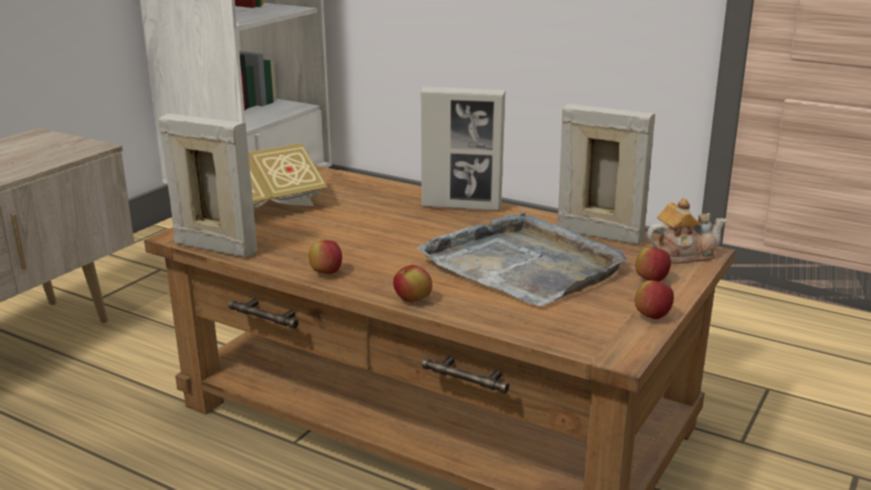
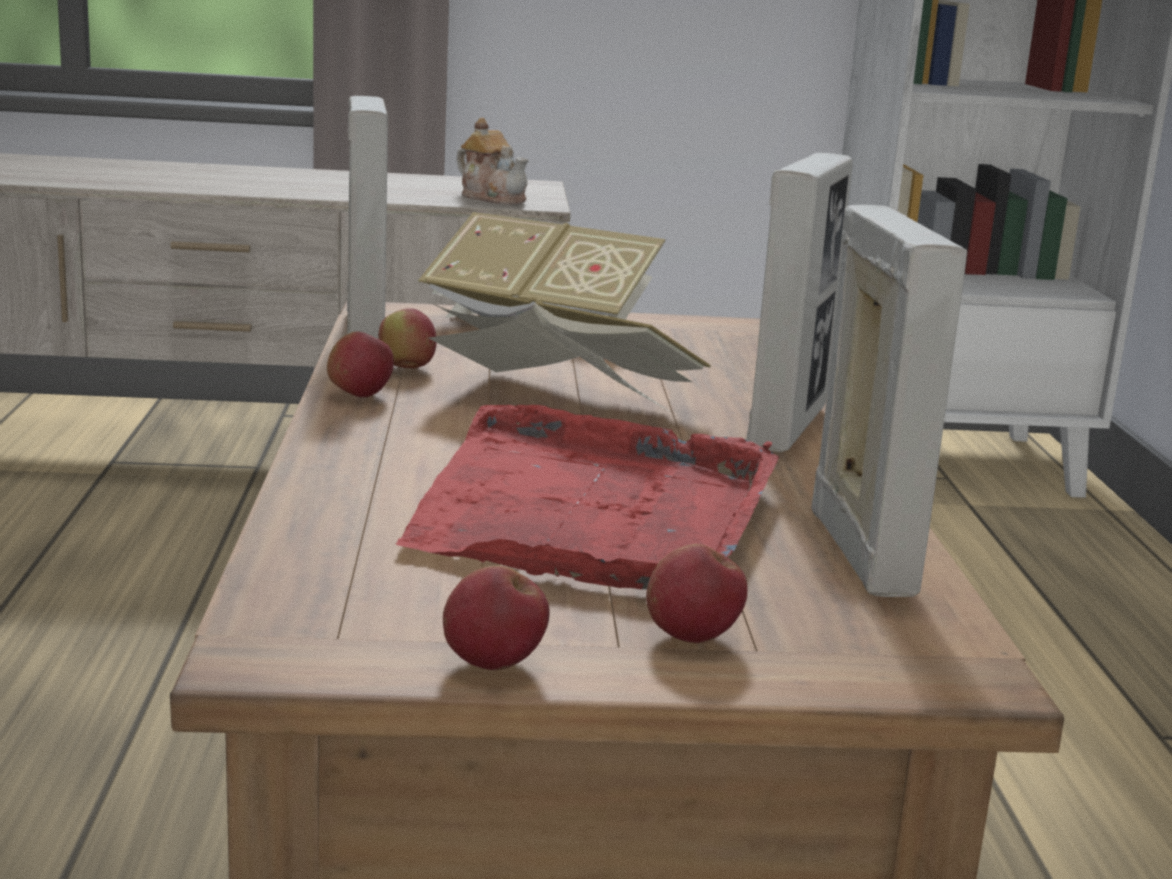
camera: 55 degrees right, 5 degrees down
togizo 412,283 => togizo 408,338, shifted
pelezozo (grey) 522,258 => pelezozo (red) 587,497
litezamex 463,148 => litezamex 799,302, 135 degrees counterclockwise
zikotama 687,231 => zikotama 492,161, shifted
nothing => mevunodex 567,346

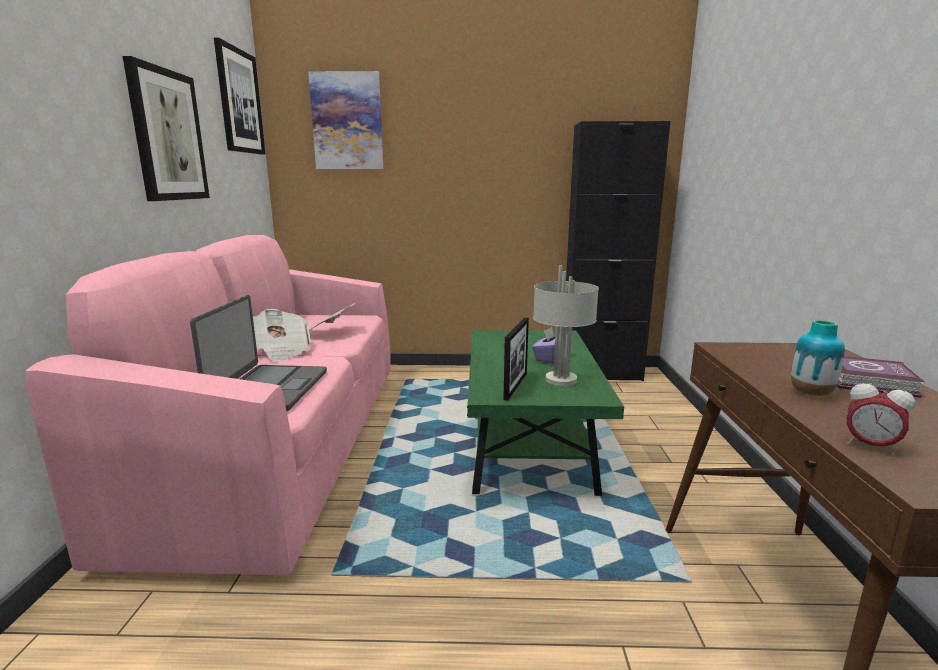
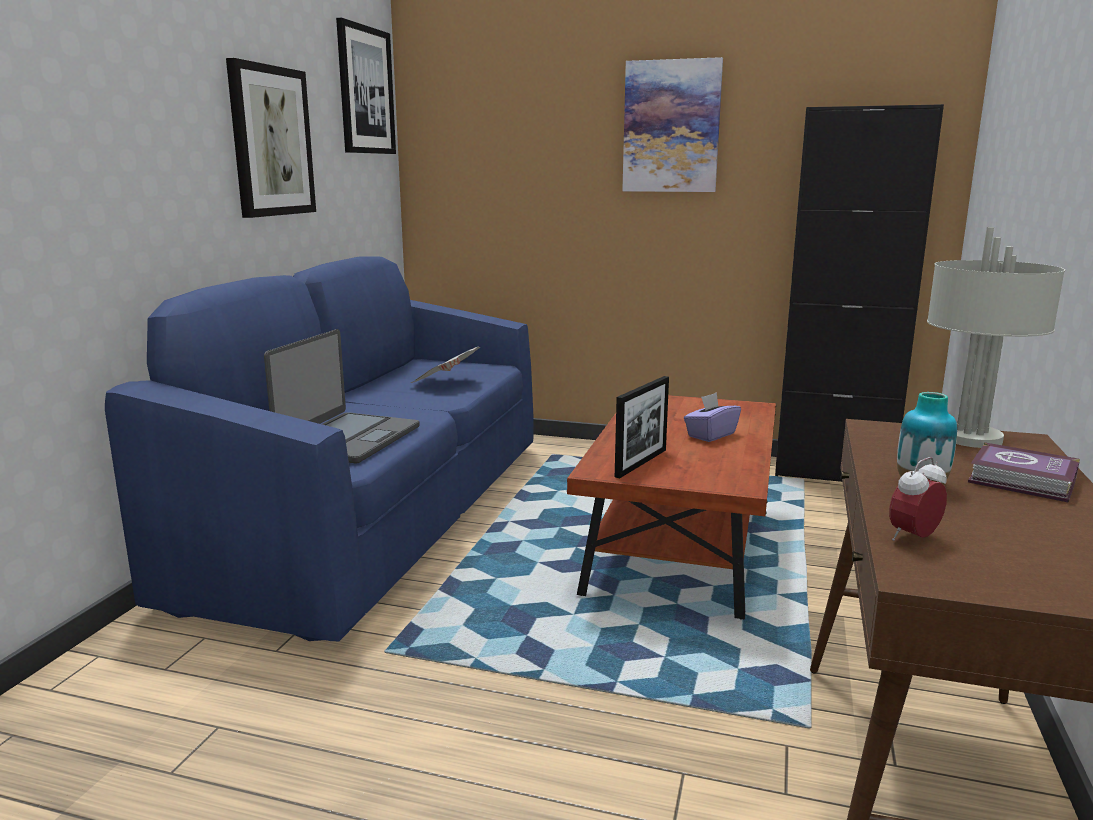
camera: 15 degrees right, 0 degrees up
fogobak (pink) 208,405 => fogobak (blue) 319,448
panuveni 282,335 => nothing
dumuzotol 345,120 => dumuzotol 672,124, shifted
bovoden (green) 545,413 => bovoden (brown) 671,507
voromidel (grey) 566,326 => voromidel (grey) 996,337, shifted
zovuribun 881,416 => zovuribun 918,499, 90 degrees clockwise

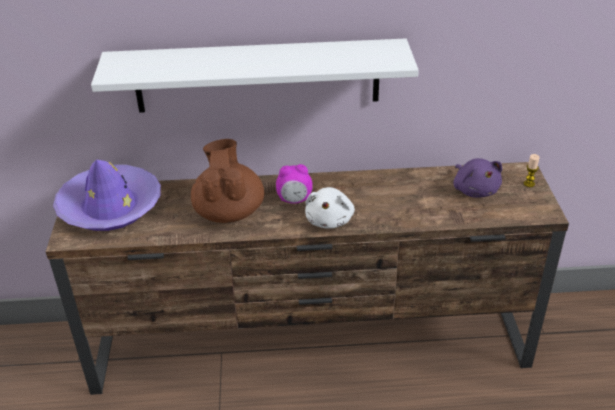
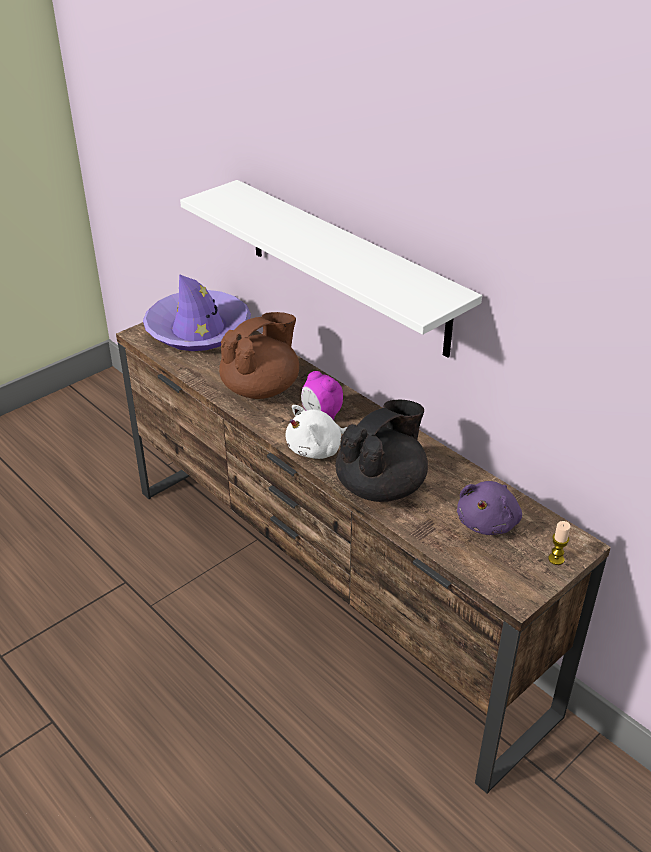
camera: 50 degrees right, 0 degrees up
nothing => zikotama (black) 381,451

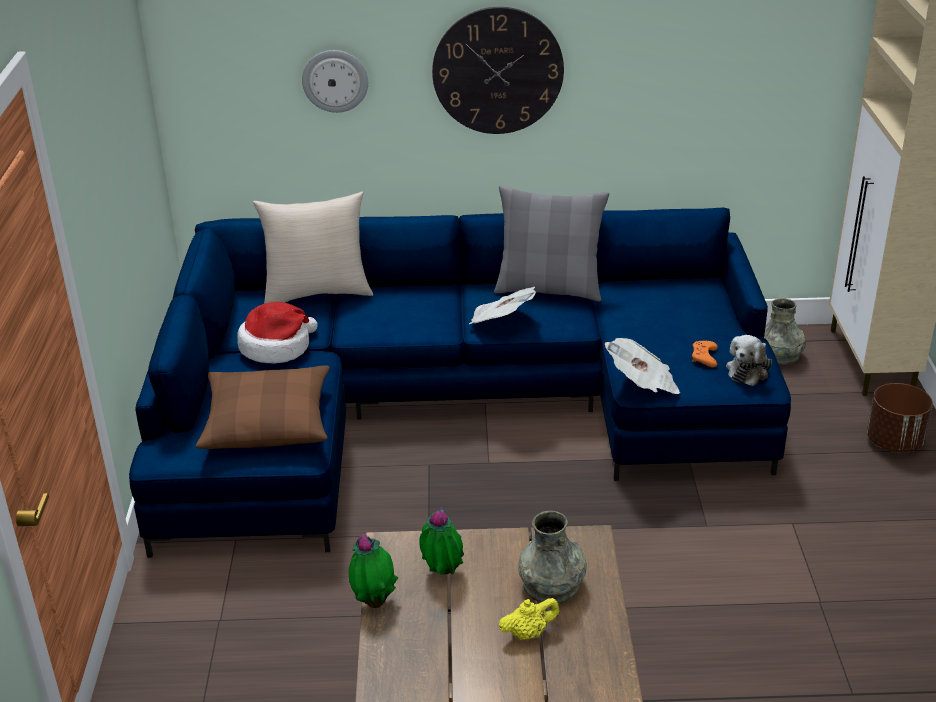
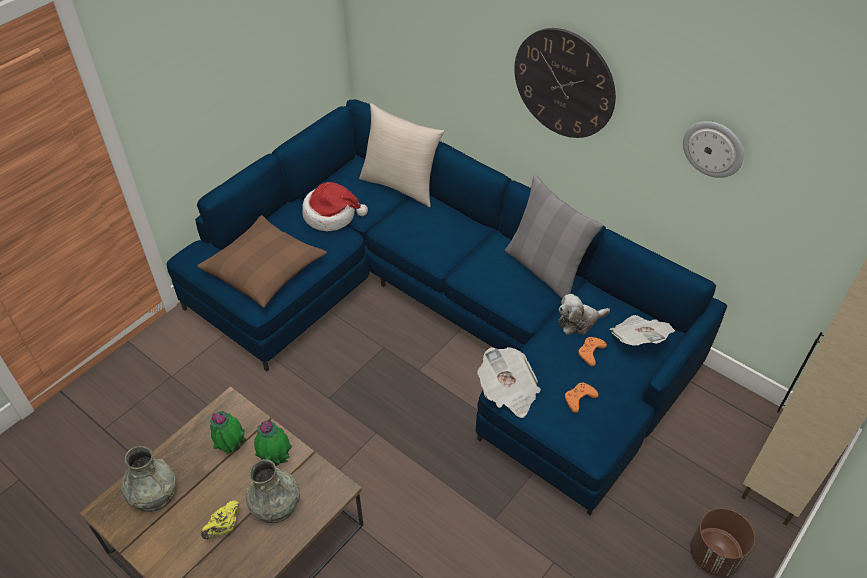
camera: 40 degrees right, 15 degrees up
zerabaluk 335,81 => zerabaluk 713,149, shifted
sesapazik 373,571 => sesapazik 273,443, shifted
panuveni 502,305 => panuveni 642,330, shifted
zikotama (yellow) 529,619 => zikotama (yellow) 220,519, 105 degrees clockwise
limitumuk 749,360 => limitumuk 584,314, shifted
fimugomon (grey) 785,331 => fimugomon (grey) 148,479, shifted
nothing => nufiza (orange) 592,351

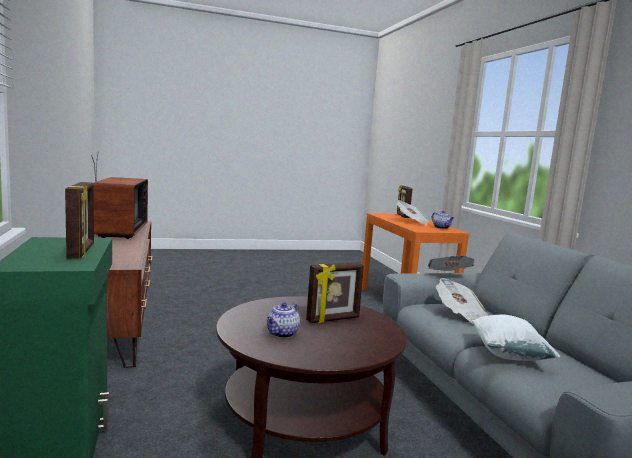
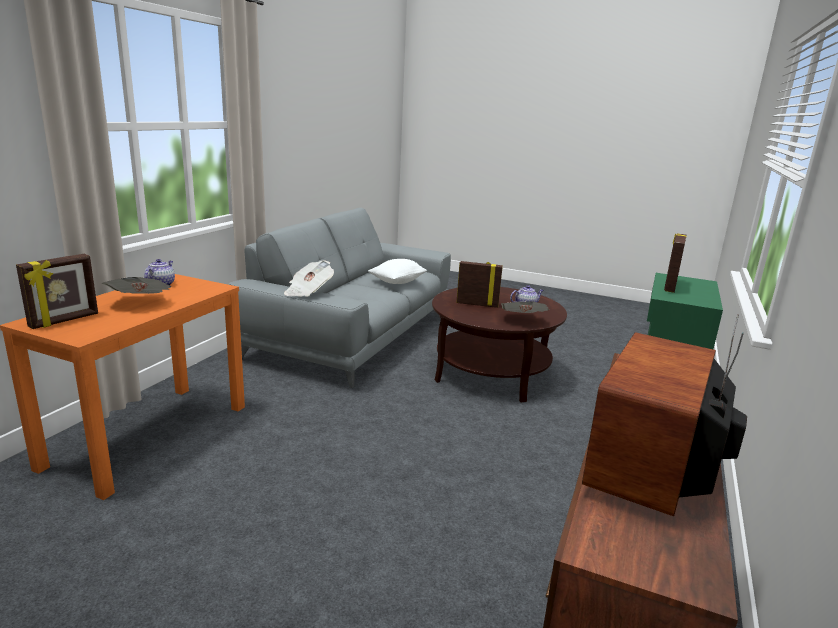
camera: 140 degrees left, 10 degrees up
panuveni 462,300 => panuveni 525,307, shifted

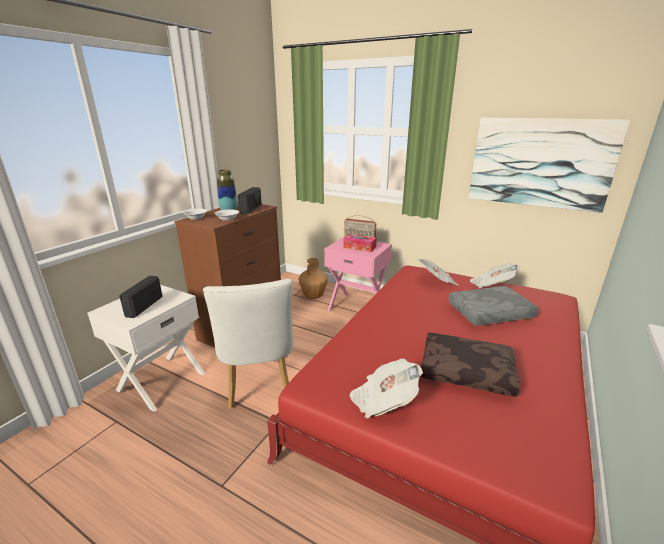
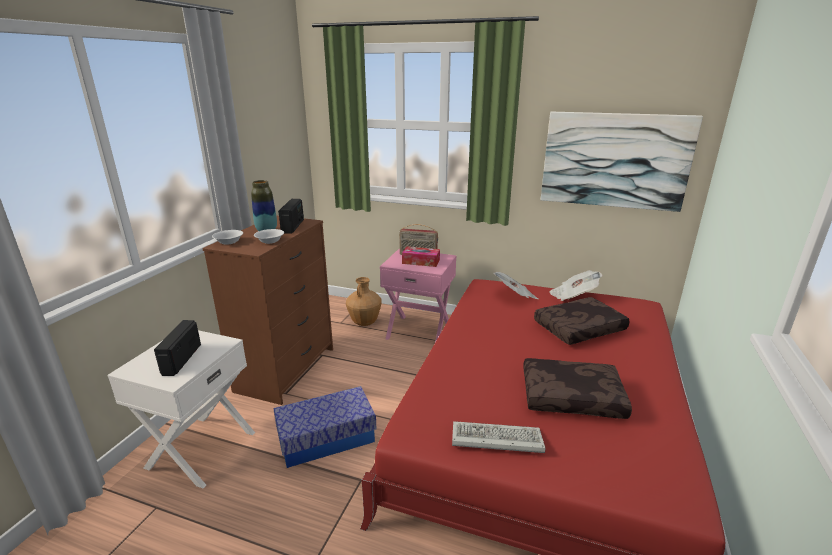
camera: 10 degrees left, 0 degrees up
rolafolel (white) 248,344 => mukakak 325,427
panuveni 386,388 => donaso 498,437
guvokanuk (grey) 493,306 => guvokanuk (brown) 581,321

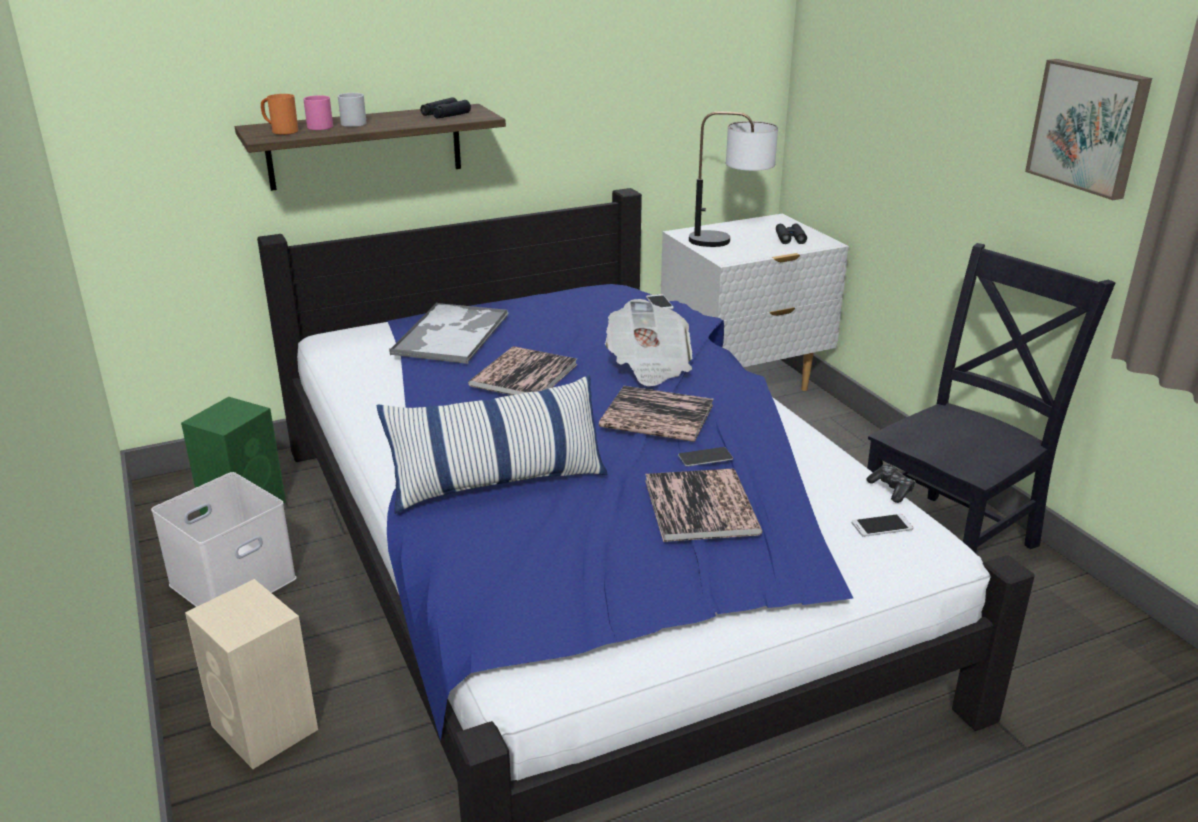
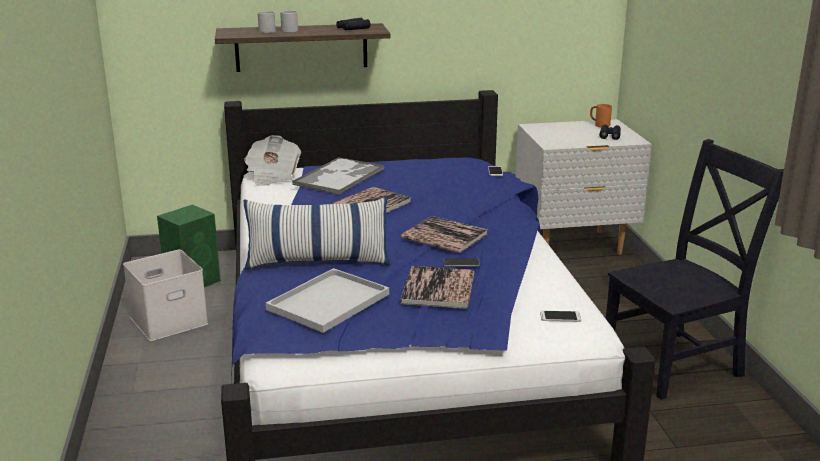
camera: 15 degrees right, 5 degrees down
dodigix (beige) 251,674 => nothing
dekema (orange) 279,114 => dekema (orange) 601,115, shifted
dekema (pink) 318,112 => dekema (white) 267,22
panuveni 648,343 => panuveni 272,160, shifted
voromidel 733,179 => nothing
nufiza 890,484 => nothing
dumuzotol 1088,129 => nothing
nothing => pelezozo (white) 327,300

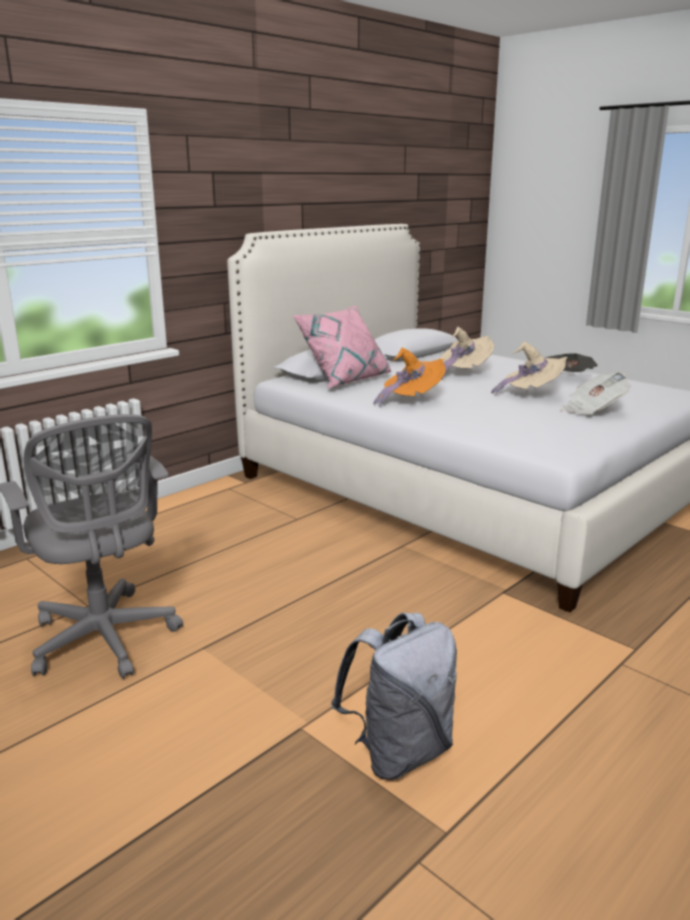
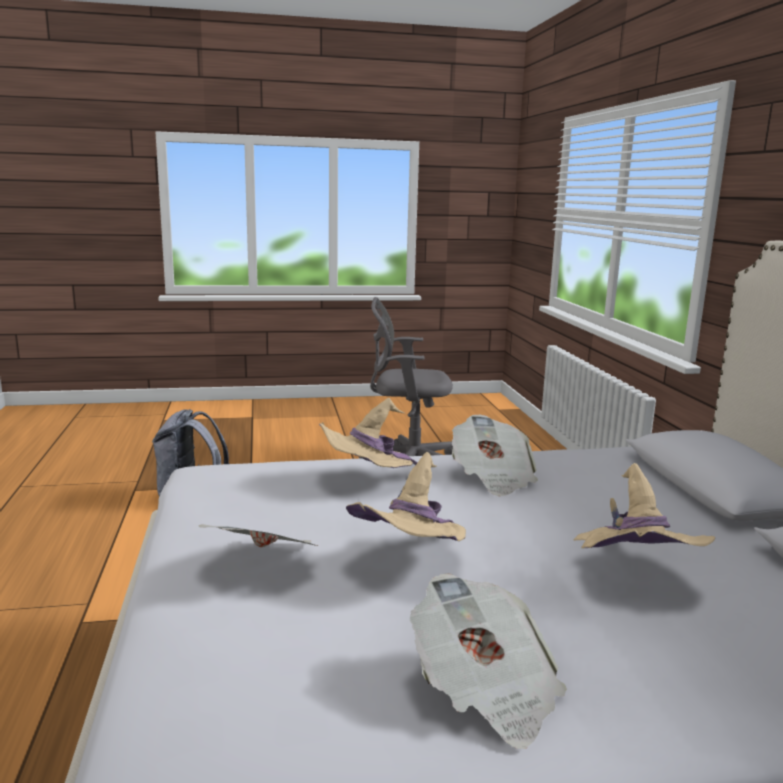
camera: 125 degrees right, 5 degrees down
guvokanuk (pink) 342,346 => nothing
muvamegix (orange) 409,377 => panuveni 495,455
nothing => muvamegix (beige) 368,433

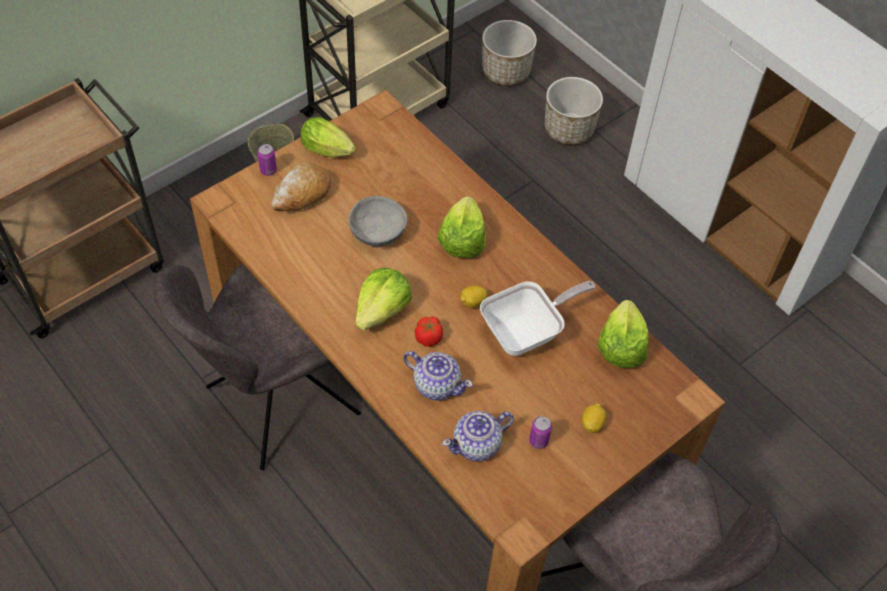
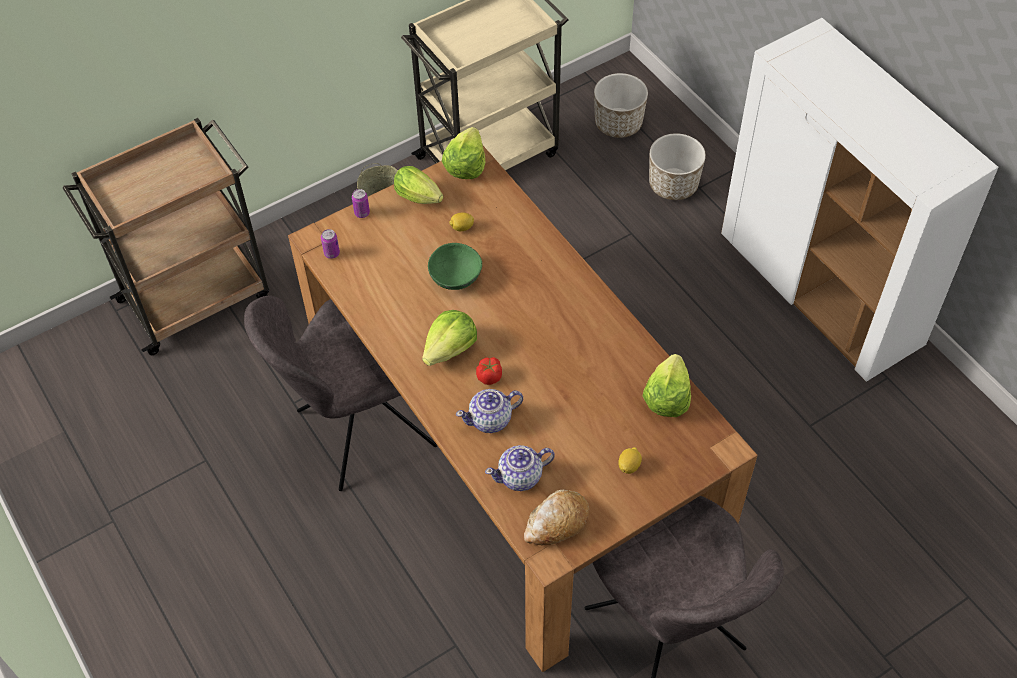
camera: 10 degrees right, 0 degrees up
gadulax 301,187 => gadulax 556,517, shifted
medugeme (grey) 378,221 => medugeme (green) 455,266
zikotama 438,376 => zikotama 489,411, 120 degrees clockwise
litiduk 461,227 => litiduk 463,153, shifted
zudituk 474,296 => zudituk 461,221, shifted
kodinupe 538,318 => nothing
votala 540,432 => votala 330,244, shifted

